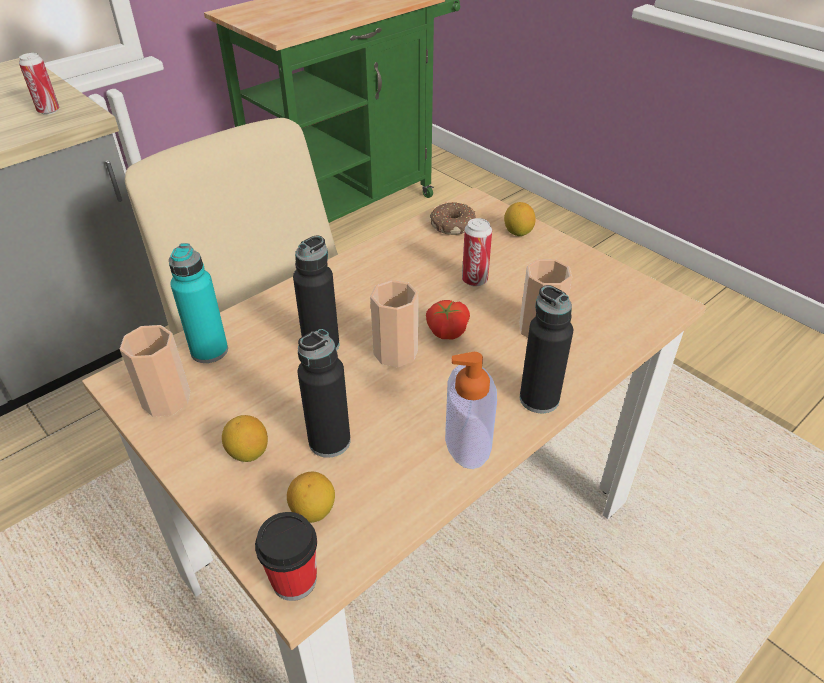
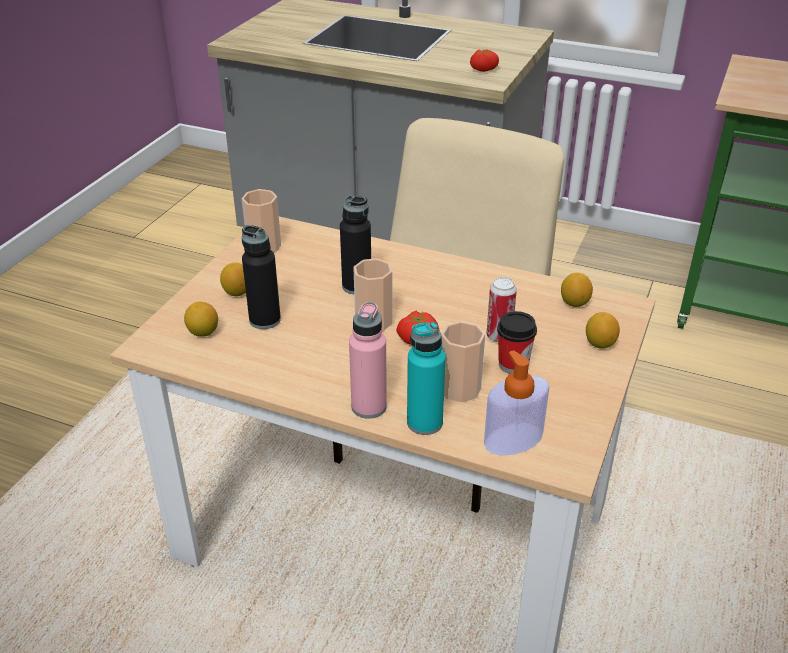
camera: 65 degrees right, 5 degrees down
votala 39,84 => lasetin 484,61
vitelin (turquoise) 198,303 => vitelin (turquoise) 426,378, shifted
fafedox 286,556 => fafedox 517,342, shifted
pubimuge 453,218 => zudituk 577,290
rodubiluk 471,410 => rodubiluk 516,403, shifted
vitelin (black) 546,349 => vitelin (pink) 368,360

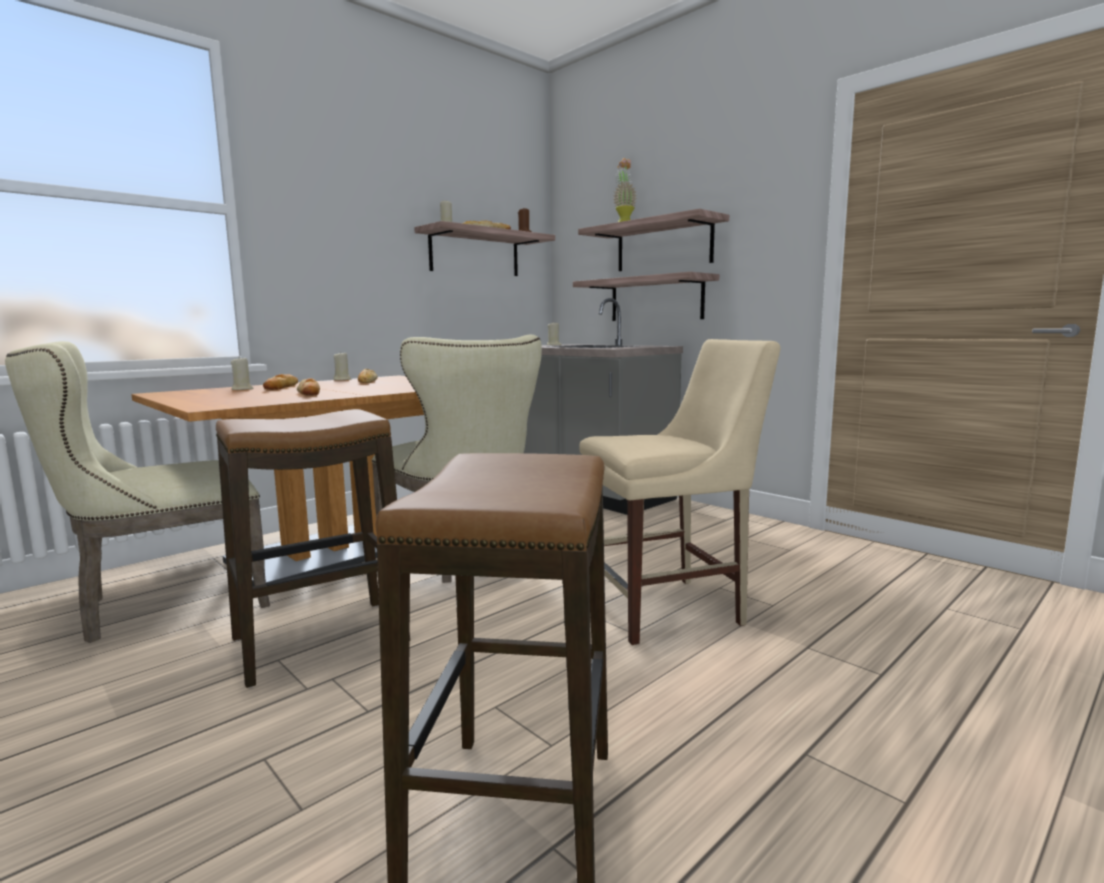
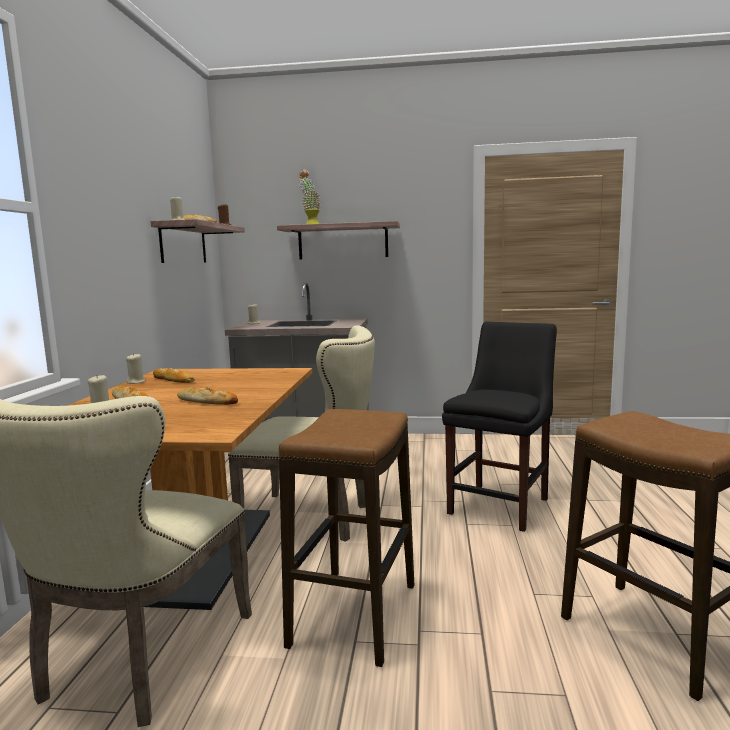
camera: 40 degrees left, 0 degrees up
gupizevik 646,296 => nothing
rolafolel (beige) 679,492 => rolafolel (black) 499,427

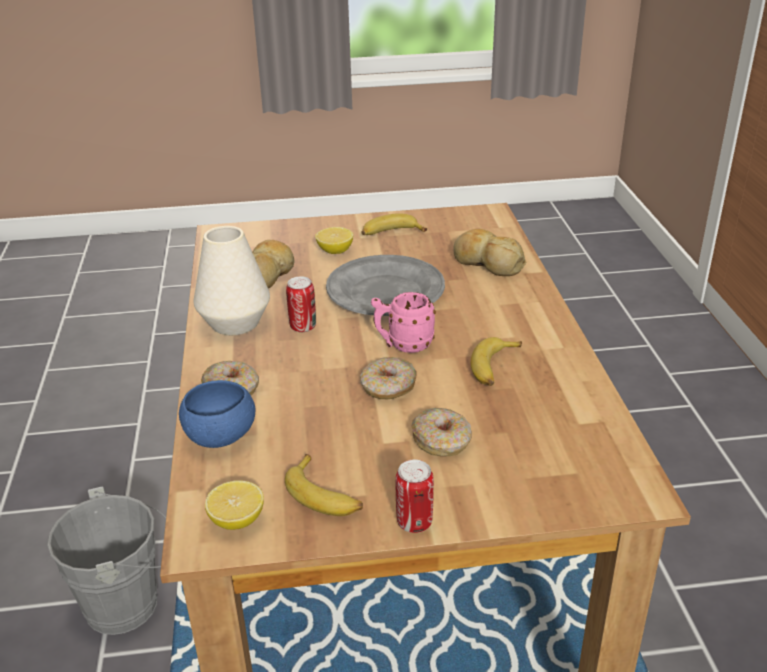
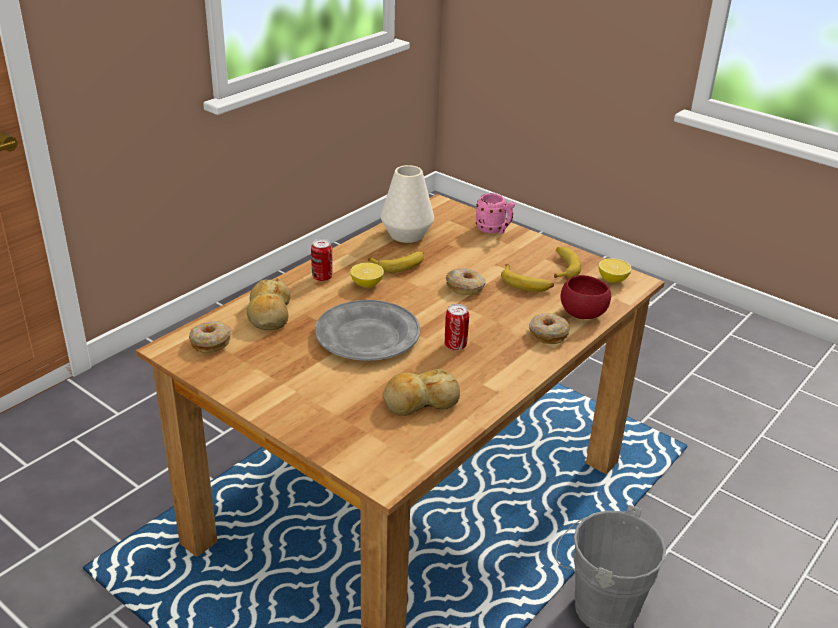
camera: 135 degrees left, 0 degrees up
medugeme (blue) 217,414 => medugeme (red) 586,297
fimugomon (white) 231,280 => fimugomon (white) 407,204, shifted
zudituk 334,240 => zudituk 367,275, shifted
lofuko 394,224 => lofuko 527,278, shifted
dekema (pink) 403,322 => dekema (pink) 495,213, shifted
votala 415,496 => votala 322,260, shifted
pubimuge 441,432 => pubimuge 210,337, shifted

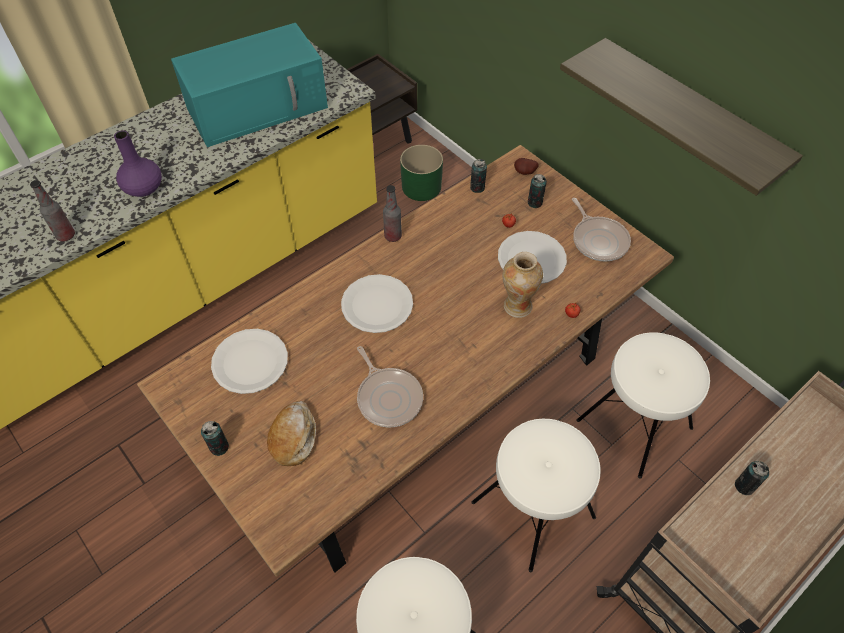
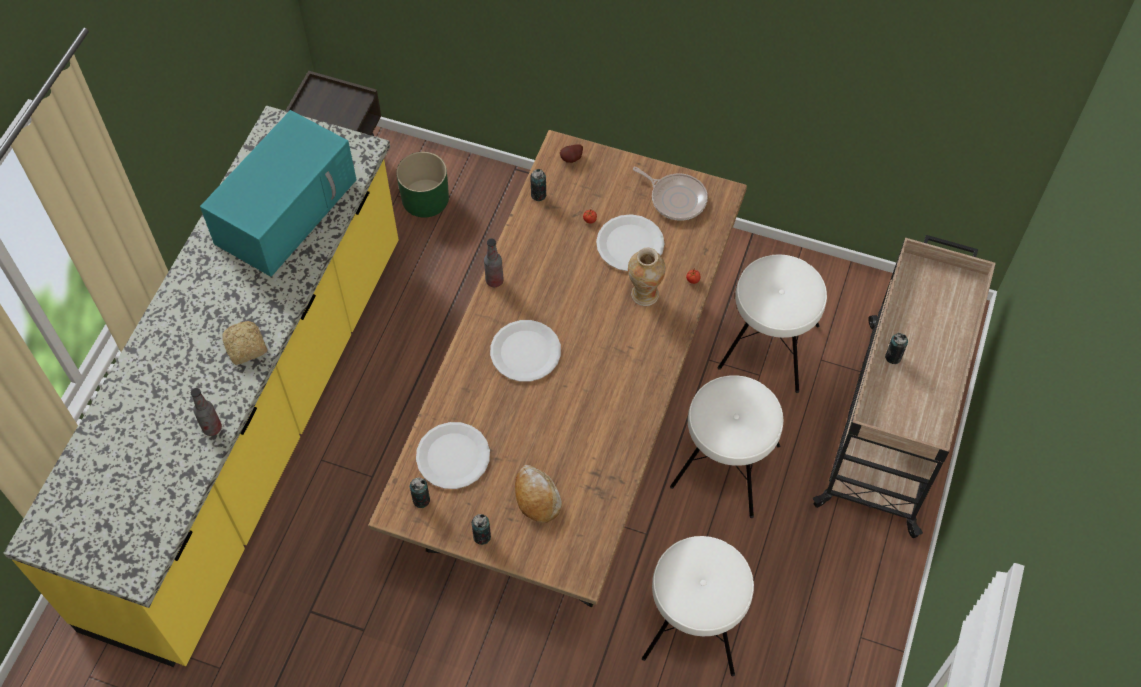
camera: 30 degrees left, 5 degrees up
fimugomon (purple) 138,163 => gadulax 245,343
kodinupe 390,387 => nothing
votala 537,191 => votala 420,492, shifted
gupizevik 681,117 => nothing

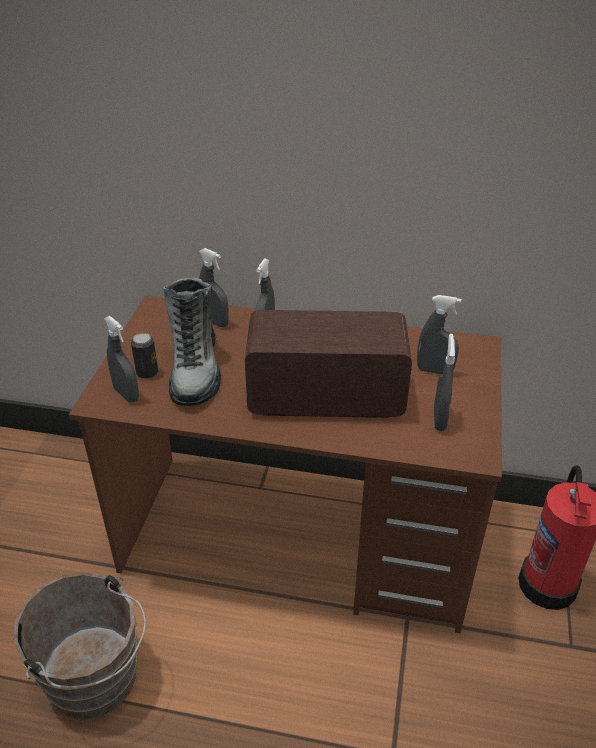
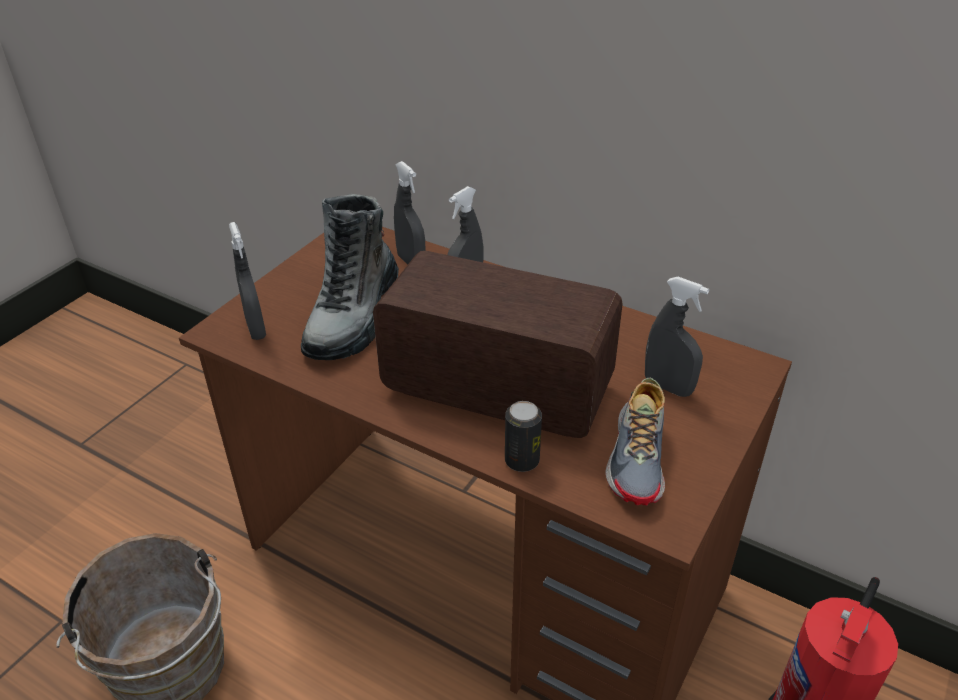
camera: 20 degrees right, 0 degrees up
votala 144,356 => votala 523,436, shifted
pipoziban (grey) 444,382 => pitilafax 635,441

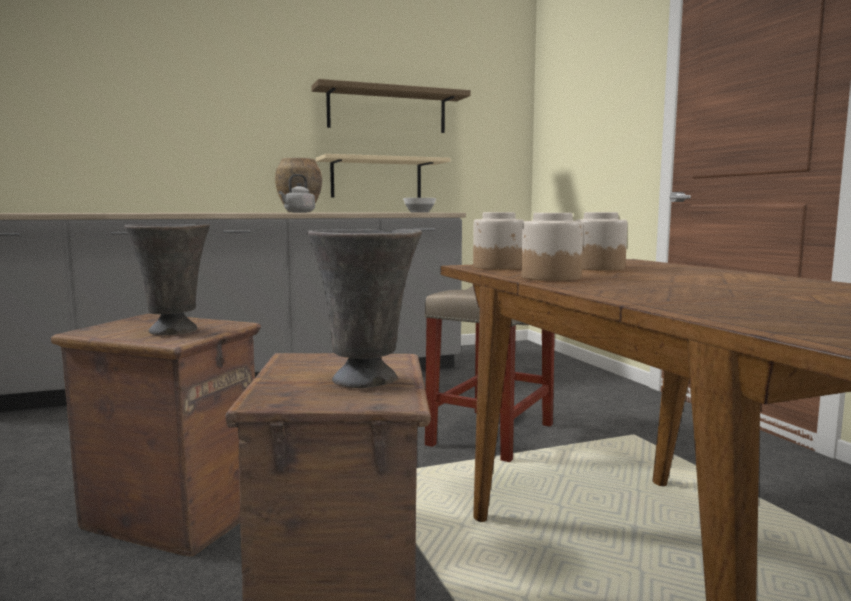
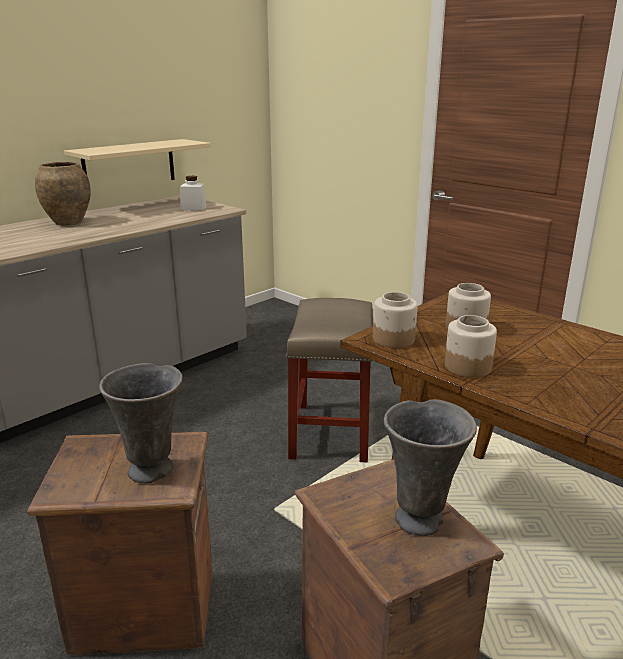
camera: 25 degrees left, 15 degrees up
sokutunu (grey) 297,193 => nothing
gupizevik 391,106 => nothing
medugeme 419,205 => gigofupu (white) 193,193

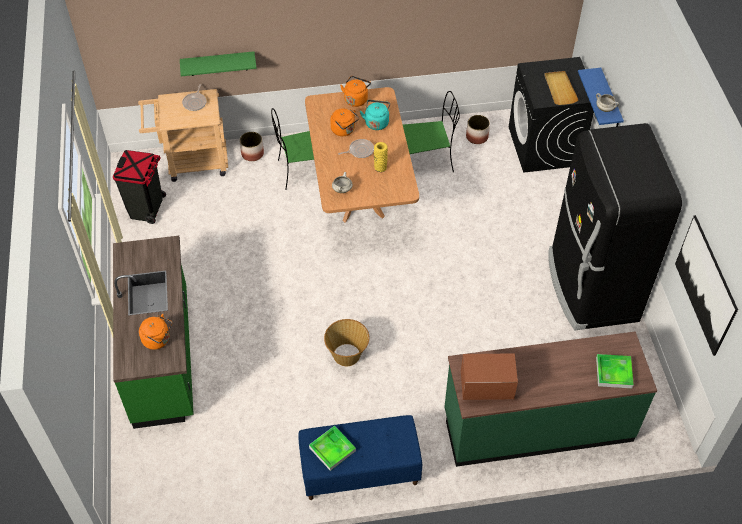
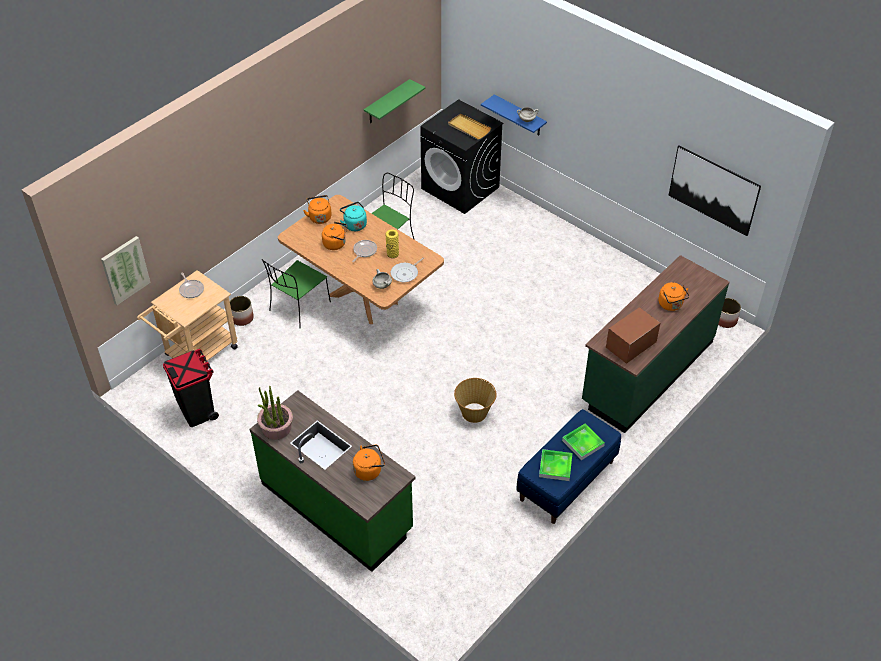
camera: 40 degrees left, 5 degrees down
gupizevik (green) 218,63 => gupizevik (green) 394,101, shifted
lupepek 478,129 => lupepek 729,313, shifted
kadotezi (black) 615,226 => nothing
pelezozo 615,371 => pelezozo 583,442, shifted
nothing => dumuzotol 126,270
nothing => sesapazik 275,412
nothing => kodinupe 407,269
nothing => sokutunu (orange) 674,296

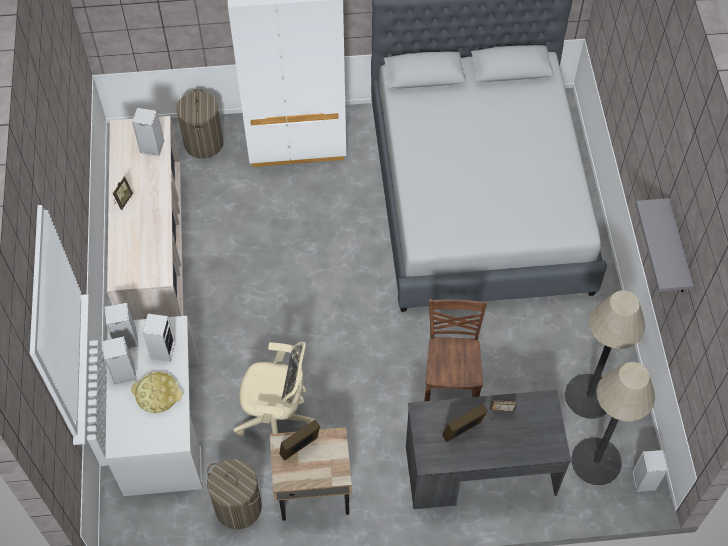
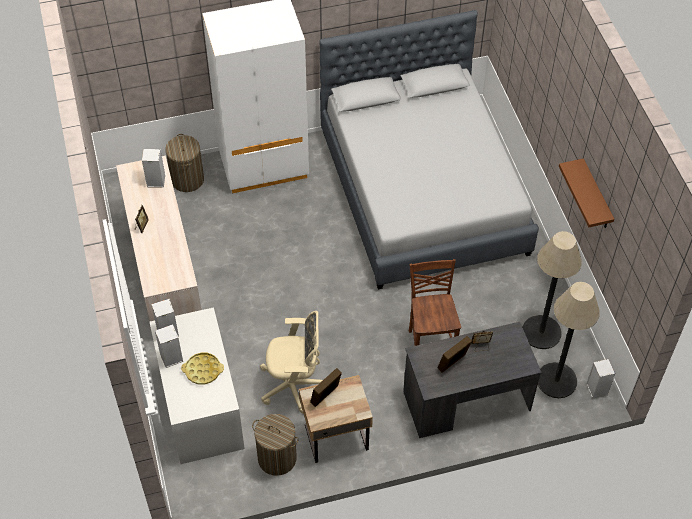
camera: 10 degrees left, 5 degrees down
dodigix 159,338 => nothing
gupizevik (grey) 665,245 => gupizevik (brown) 586,193

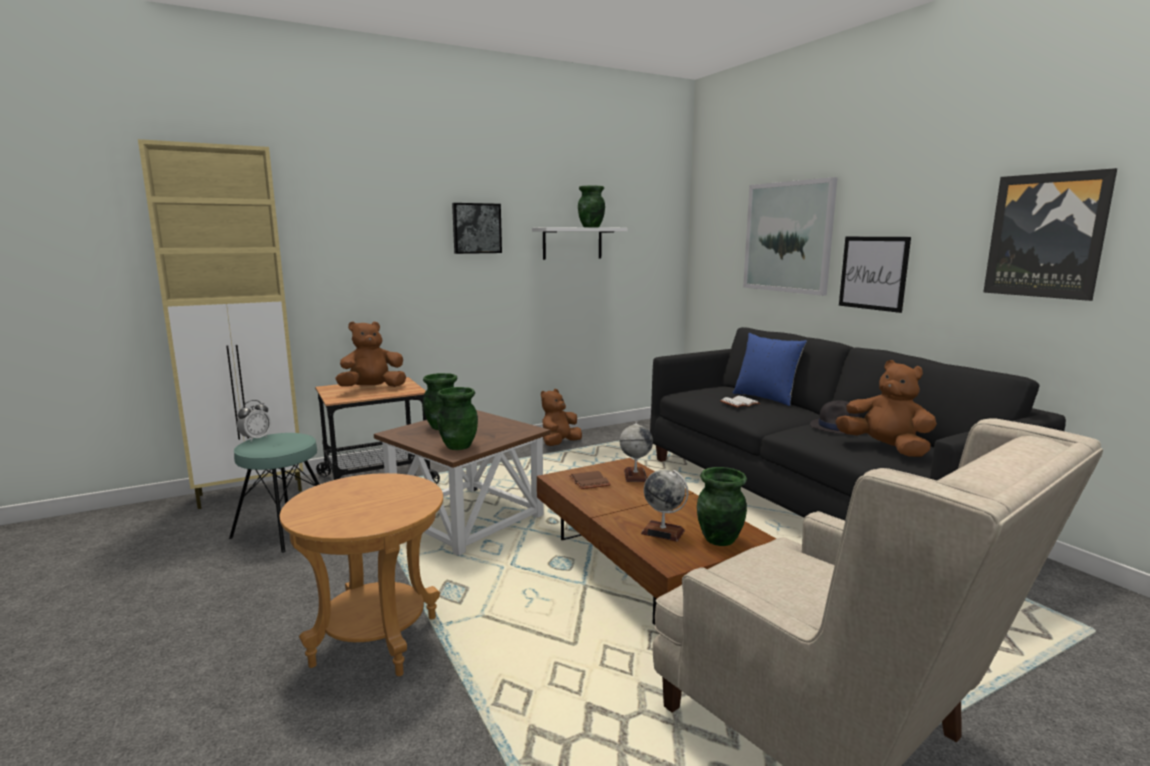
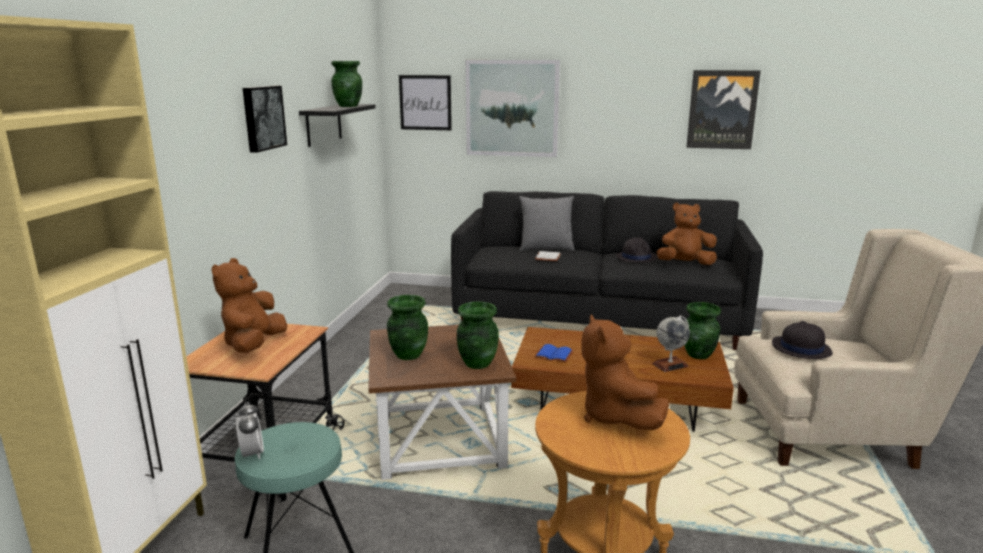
camera: 50 degrees left, 5 degrees up
gupizevik (white) 580,243 => gupizevik (black) 337,125
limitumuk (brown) 561,417 => limitumuk (brown) 625,372, shifted
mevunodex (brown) 590,480 => mevunodex (blue) 554,353
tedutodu 636,451 => nothing
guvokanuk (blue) 770,369 => guvokanuk (grey) 547,223
dumuzotol 875,275 => dumuzotol 425,102, shifted
nothing => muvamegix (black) 802,340

